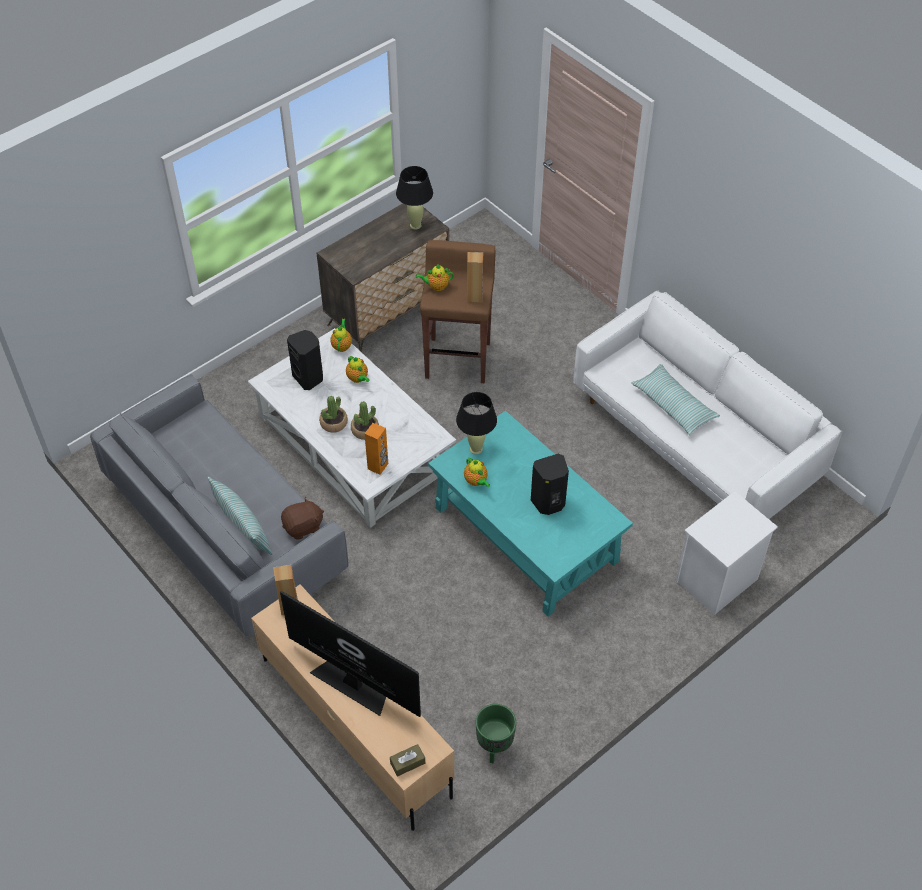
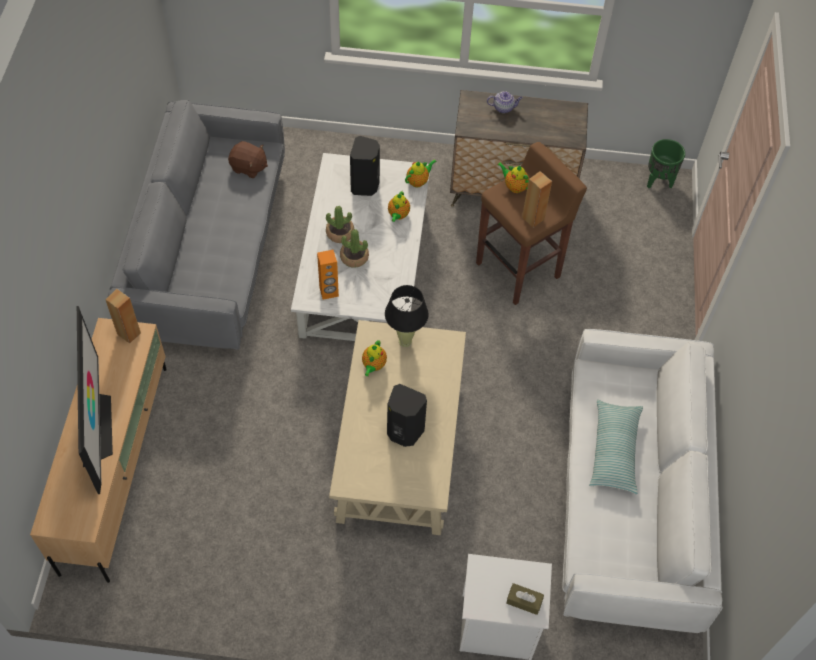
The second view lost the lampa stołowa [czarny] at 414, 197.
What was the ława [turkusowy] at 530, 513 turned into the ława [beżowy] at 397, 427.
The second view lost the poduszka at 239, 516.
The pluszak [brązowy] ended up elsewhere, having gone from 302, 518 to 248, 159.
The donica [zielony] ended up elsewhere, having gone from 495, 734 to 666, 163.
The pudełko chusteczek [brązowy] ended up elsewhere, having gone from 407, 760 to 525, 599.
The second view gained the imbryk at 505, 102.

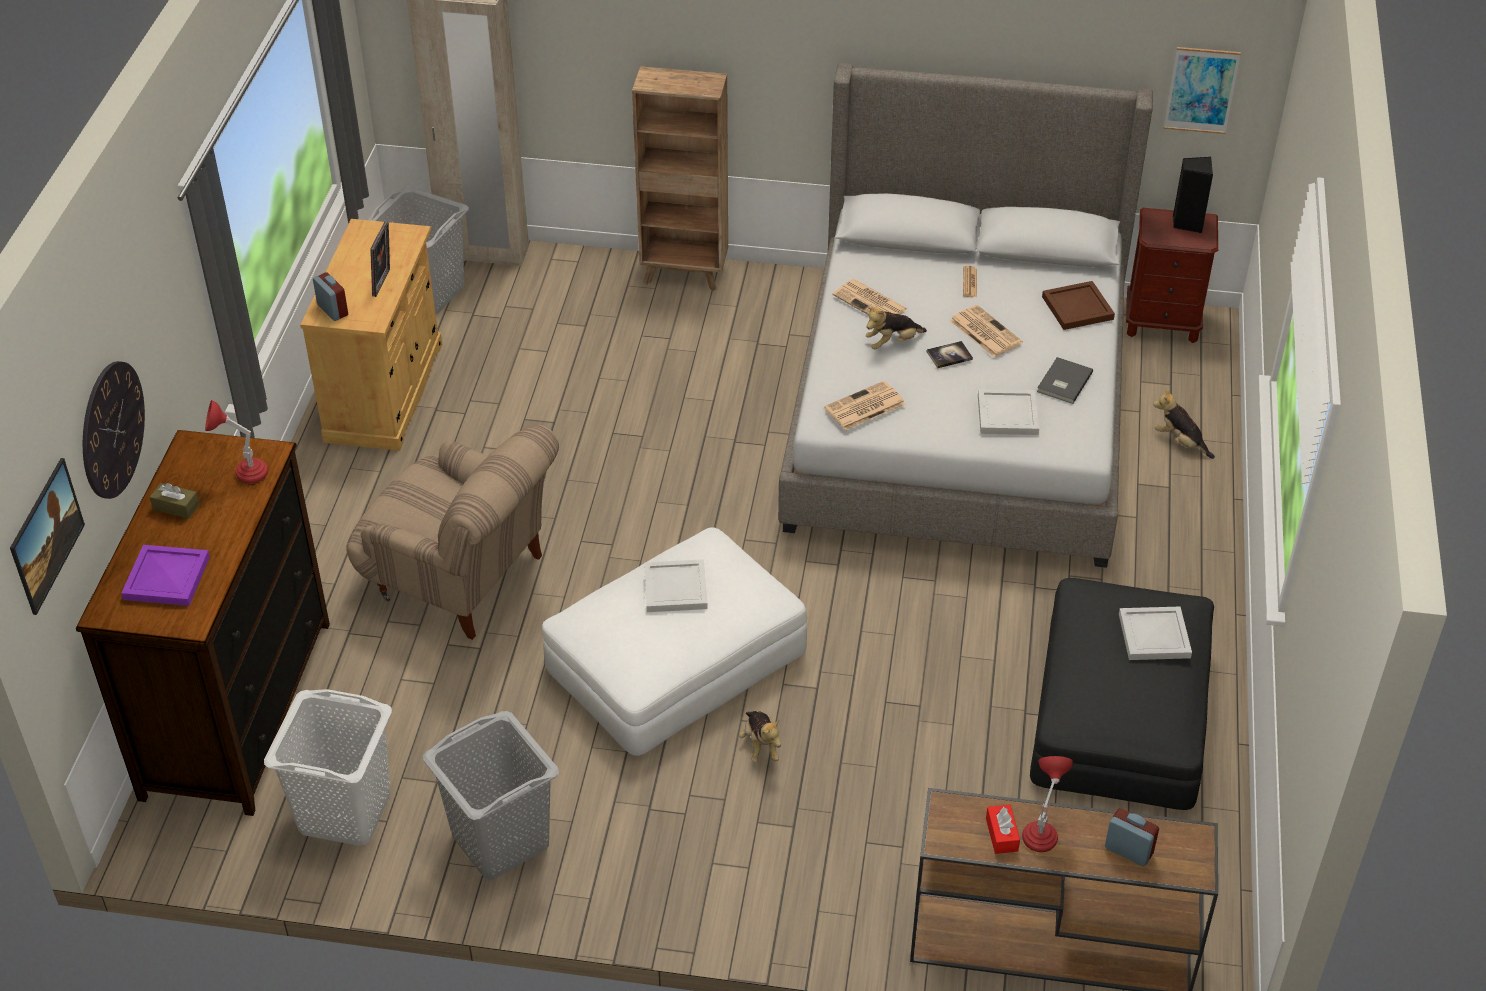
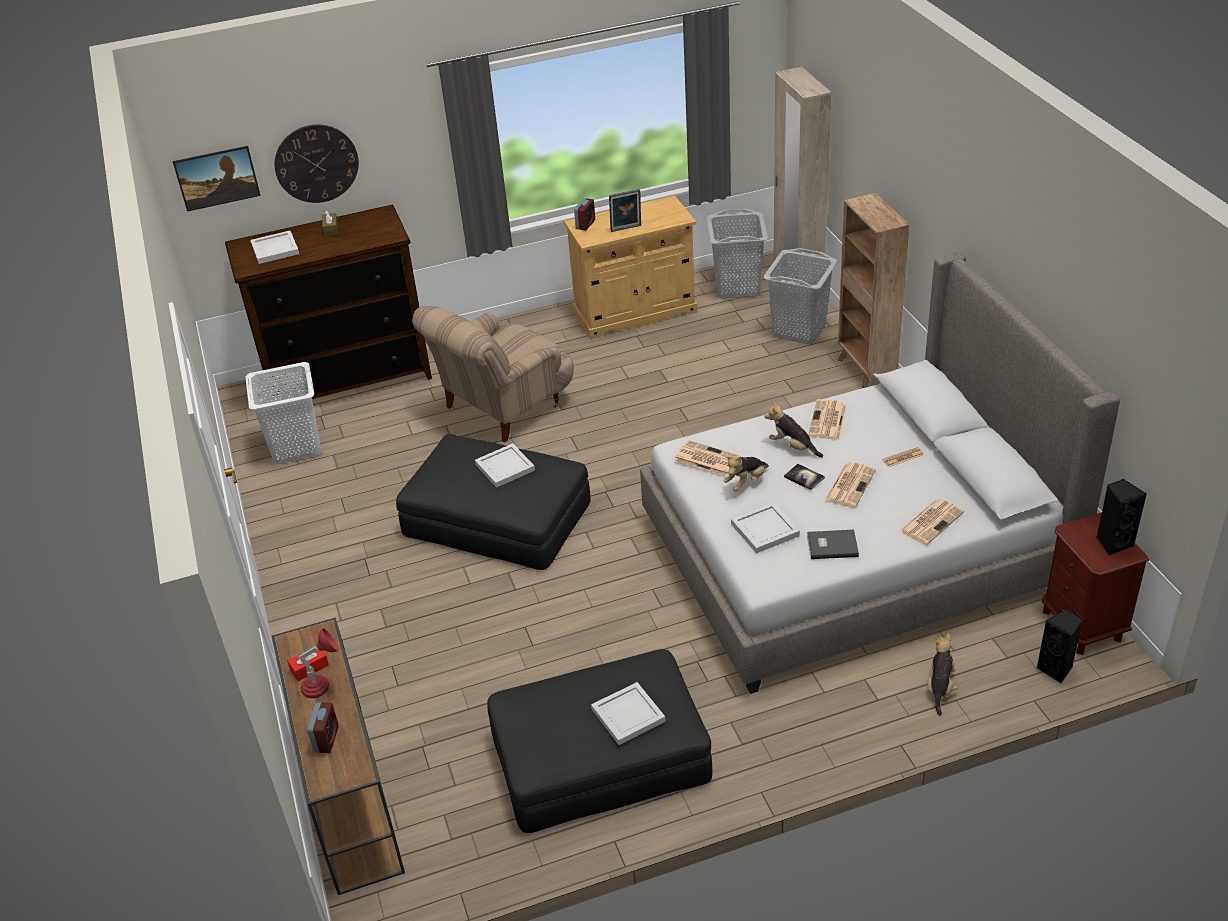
The second view lost the obraz at 1202, 90.
Where the taca [brązowy] stood at 1078, 305, the gazeta came to stand at 932, 522.
The second view lost the lampa stołowa [czerwony] at 236, 442.
The fotel [beżowy] at 452, 532 ended up facing another way, 45 degrees clockwise from before.
What was the pufa [biały] at 674, 641 turned into the pufa [czarny] at 493, 502.
What was the taca [fioletowy] at 165, 575 turned into the taca [biały] at 274, 247.
The kosz na pranie [szary] ended up elsewhere, having gone from 491, 795 to 800, 296.
The pluszak ended up elsewhere, having gone from 760, 737 to 746, 473.
The second view gained the głośnik [czarny] at 1060, 646.

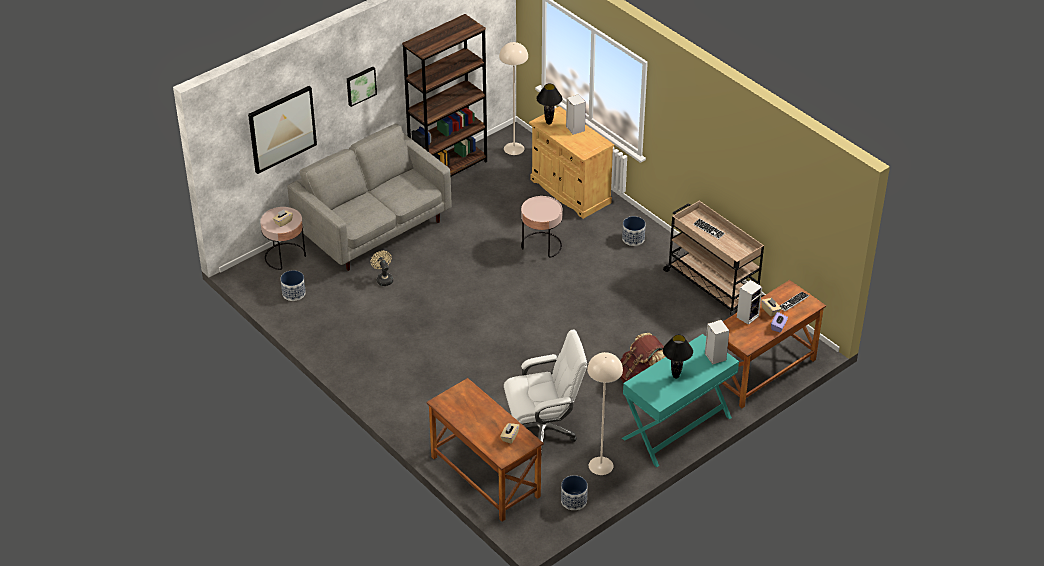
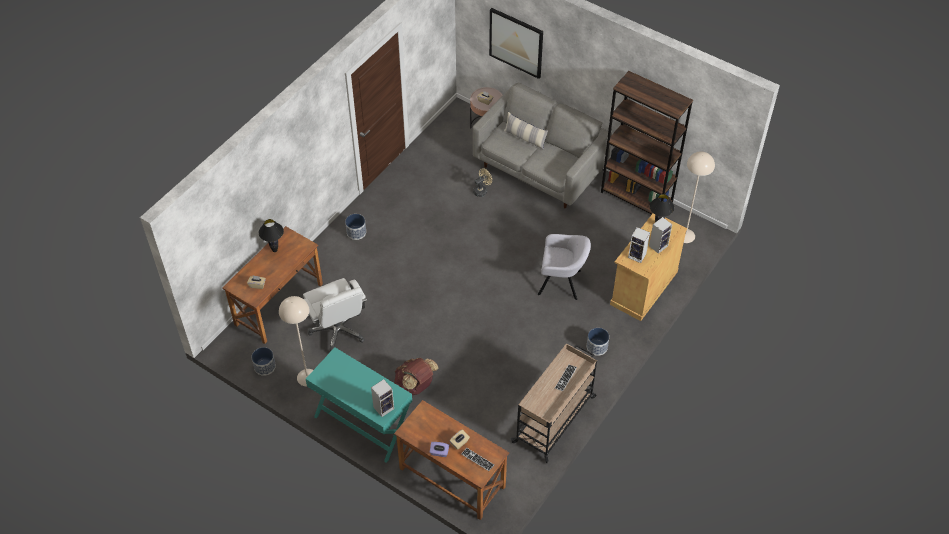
The second view lost the obraz at 362, 87.
Where the stolik [różowy] stood at 541, 227, the fotel [szary] came to stand at 564, 267.
The donica ended up elsewhere, having gone from 293, 285 to 355, 227.
The głośnik ended up elsewhere, having gone from 749, 302 to 639, 245.
The lampa stołowa [czarny] ended up elsewhere, having gone from 678, 356 to 271, 235.
The second view gained the poduszka at 526, 131.

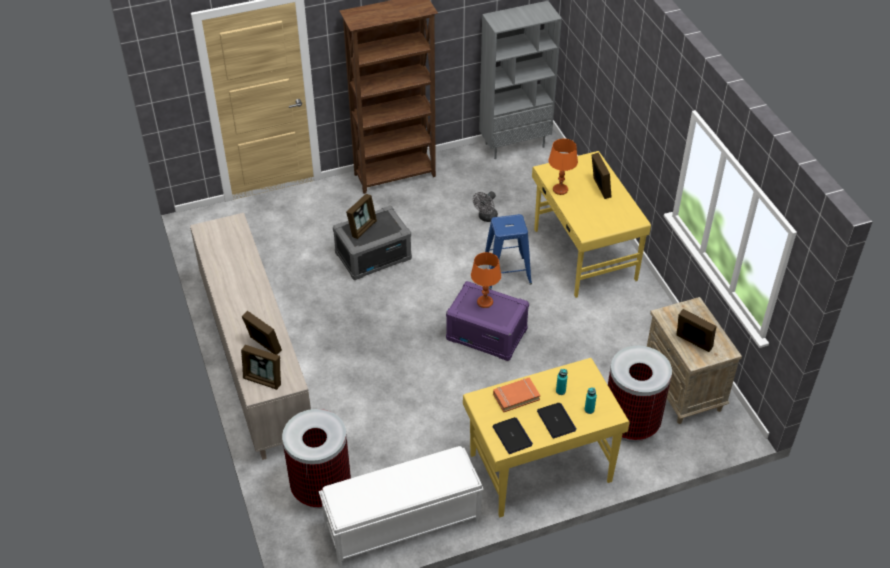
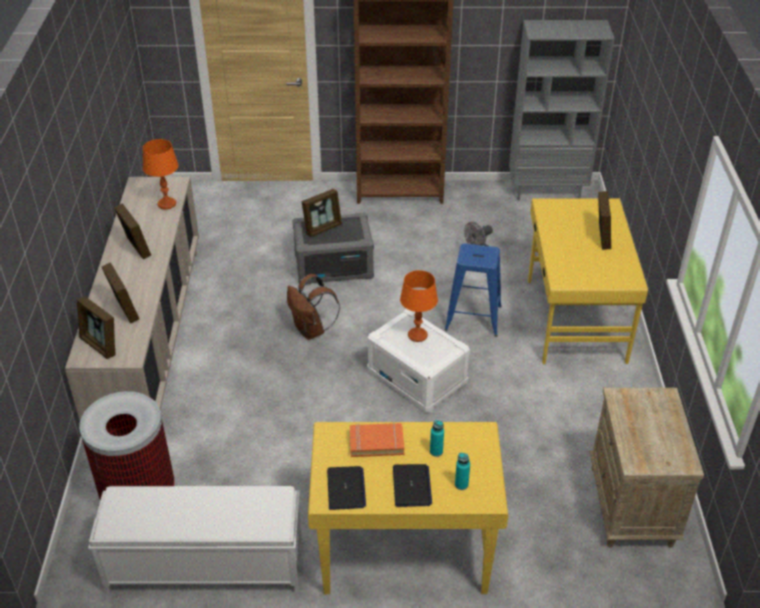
The lampa stołowa [pomarańczowy] ended up elsewhere, having gone from 563, 167 to 161, 174.
What was the pojemnik do przechowywania [fioletowy] at 487, 321 turned into the pojemnik do przechowywania [biały] at 418, 361.
The ramka na zdjęcie ended up elsewhere, having gone from 696, 330 to 132, 231.
The second view lost the kosz na śmieci at 640, 394.
The second view gained the plecak [brązowy] at 313, 307.

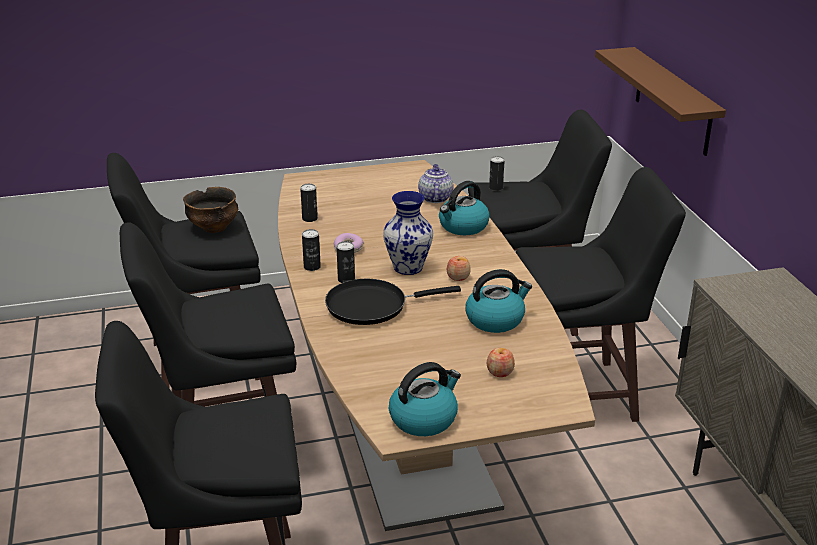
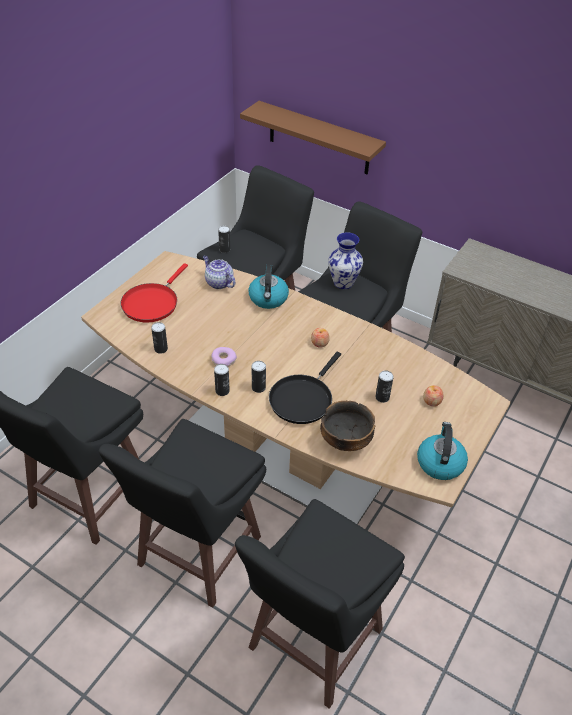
The miska ended up elsewhere, having gone from 210, 210 to 348, 426.
The wazon ended up elsewhere, having gone from 408, 233 to 345, 260.
The second view lost the czajnik at 498, 301.
The second view gained the patelnia [czerwony] at 154, 293.
The second view gained the puszka at 384, 386.

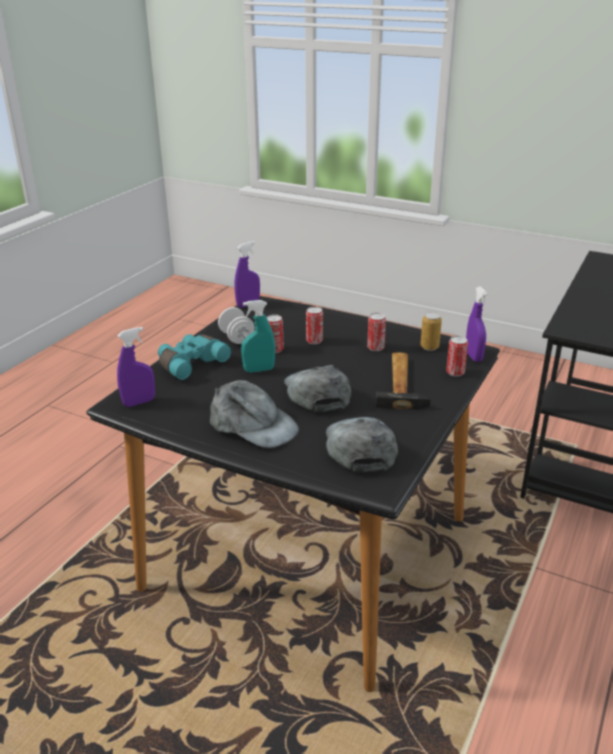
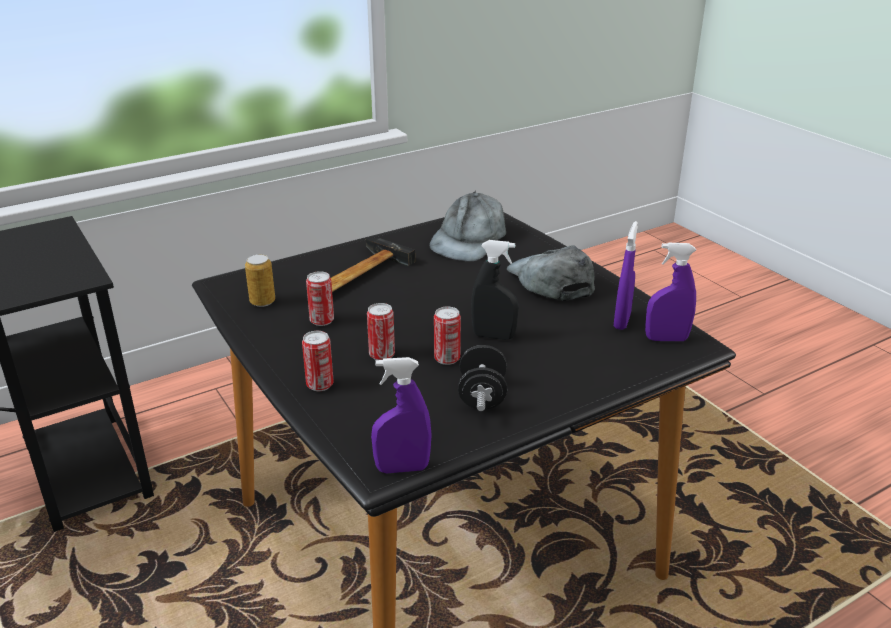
The spryskiwacz [fioletowy] ended up elsewhere, having gone from 477, 324 to 626, 275.
What was the spryskiwacz [turkusowy] at 258, 336 turned into the spryskiwacz [czarny] at 494, 290.
What was the hantel [biały] at 236, 325 turned into the hantel [czarny] at 482, 378.
The second view lost the lornetka [turkusowy] at 194, 357.
The puszka ended up elsewhere, having gone from 457, 356 to 318, 361.
The second view lost the czapka z daszkiem [szary] at 317, 388.

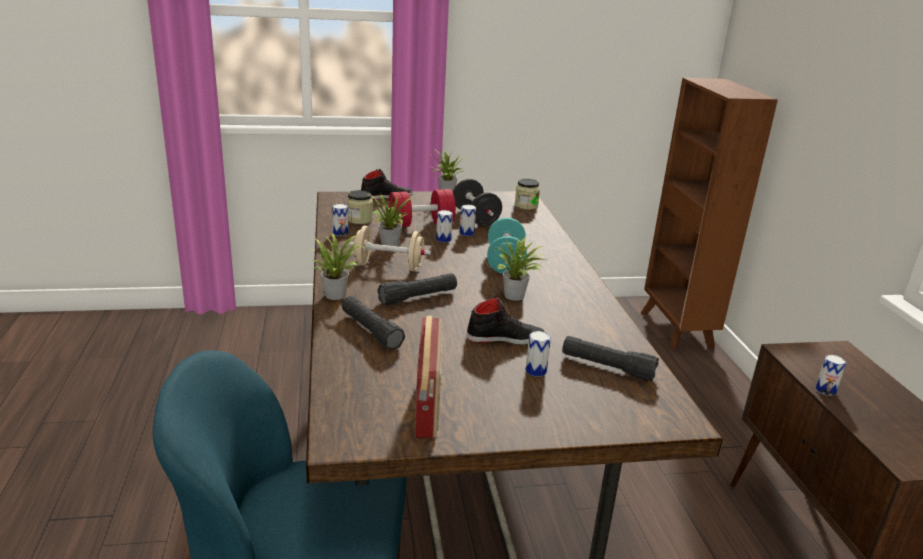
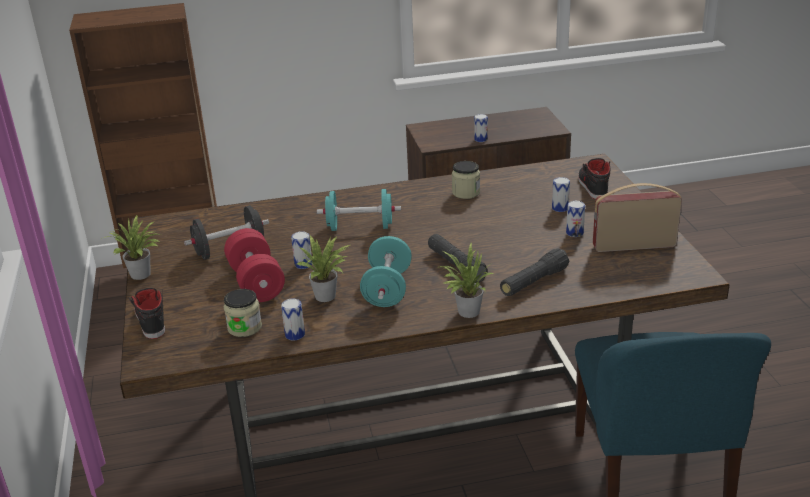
The słoik ended up elsewhere, having gone from 527, 194 to 466, 180.
The puszka ended up elsewhere, having gone from 468, 220 to 575, 219.
What was the hantel [beżowy] at 389, 248 turned into the hantel [turkusowy] at 386, 271.
The second view lost the roślina doniczkowa at 519, 269.
The but [czarny] ended up elsewhere, having gone from 506, 320 to 594, 178.
The second view lost the latarka [czarny] at 610, 358.

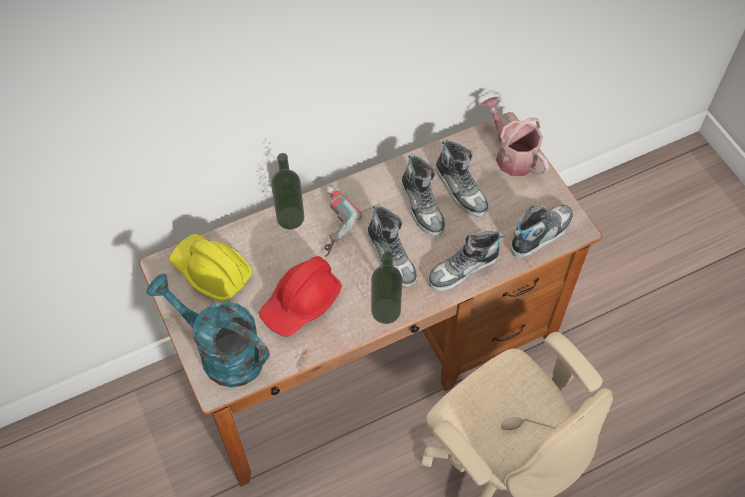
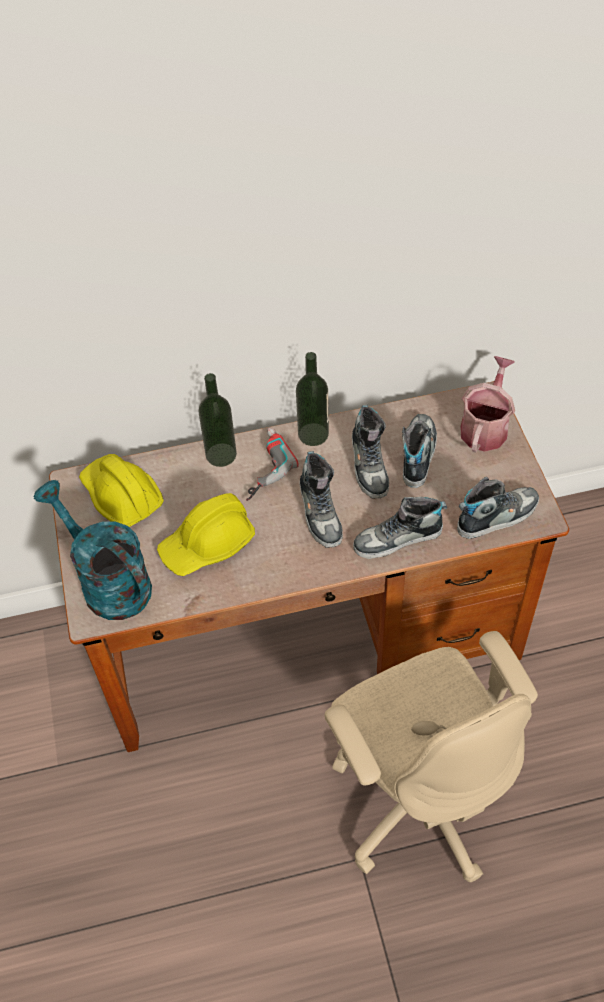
The konewka at 515, 136 ended up facing another way, 45 degrees clockwise from before.
The but at 462, 178 ended up facing another way, 150 degrees counterclockwise from before.
The butelka ended up elsewhere, having gone from 387, 287 to 312, 399.
What was the kask [czerwony] at 300, 296 turned into the kask [żółty] at 206, 534.

